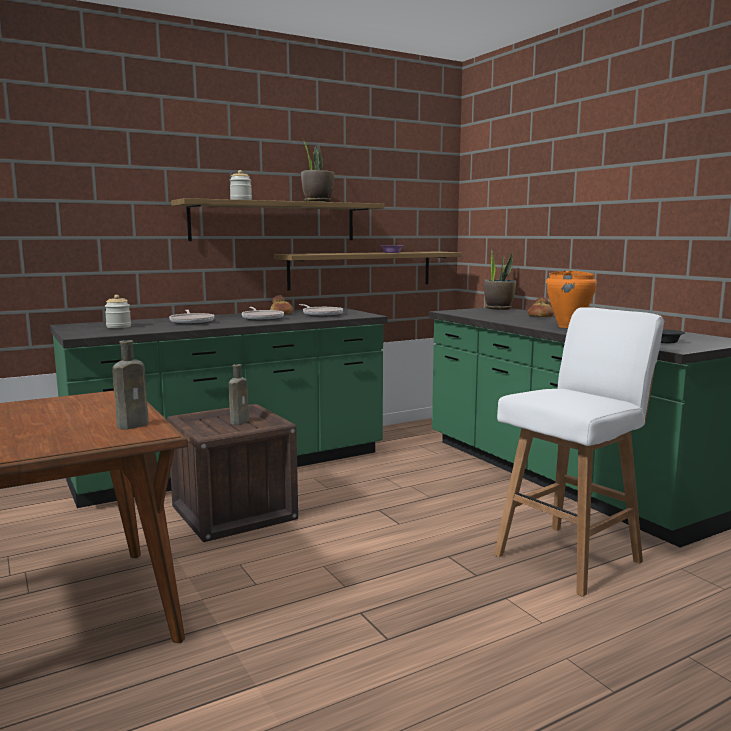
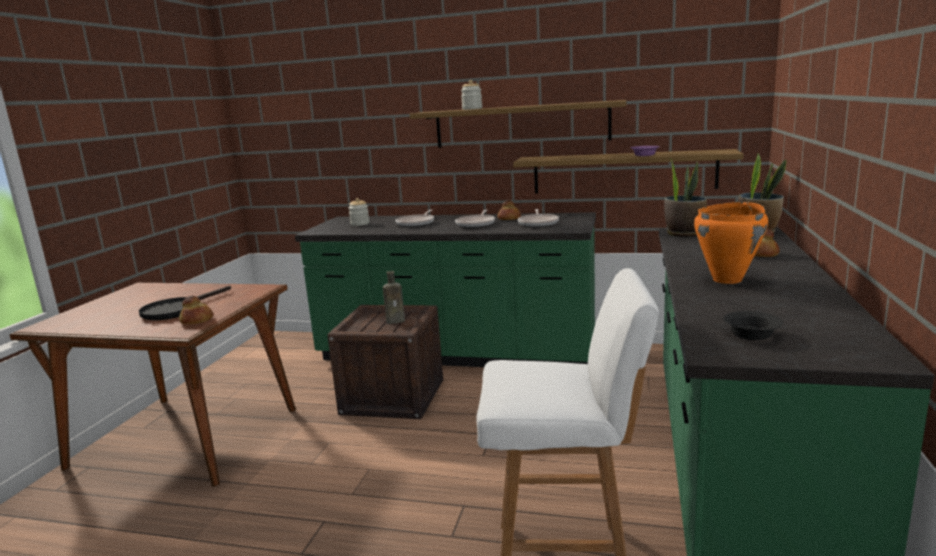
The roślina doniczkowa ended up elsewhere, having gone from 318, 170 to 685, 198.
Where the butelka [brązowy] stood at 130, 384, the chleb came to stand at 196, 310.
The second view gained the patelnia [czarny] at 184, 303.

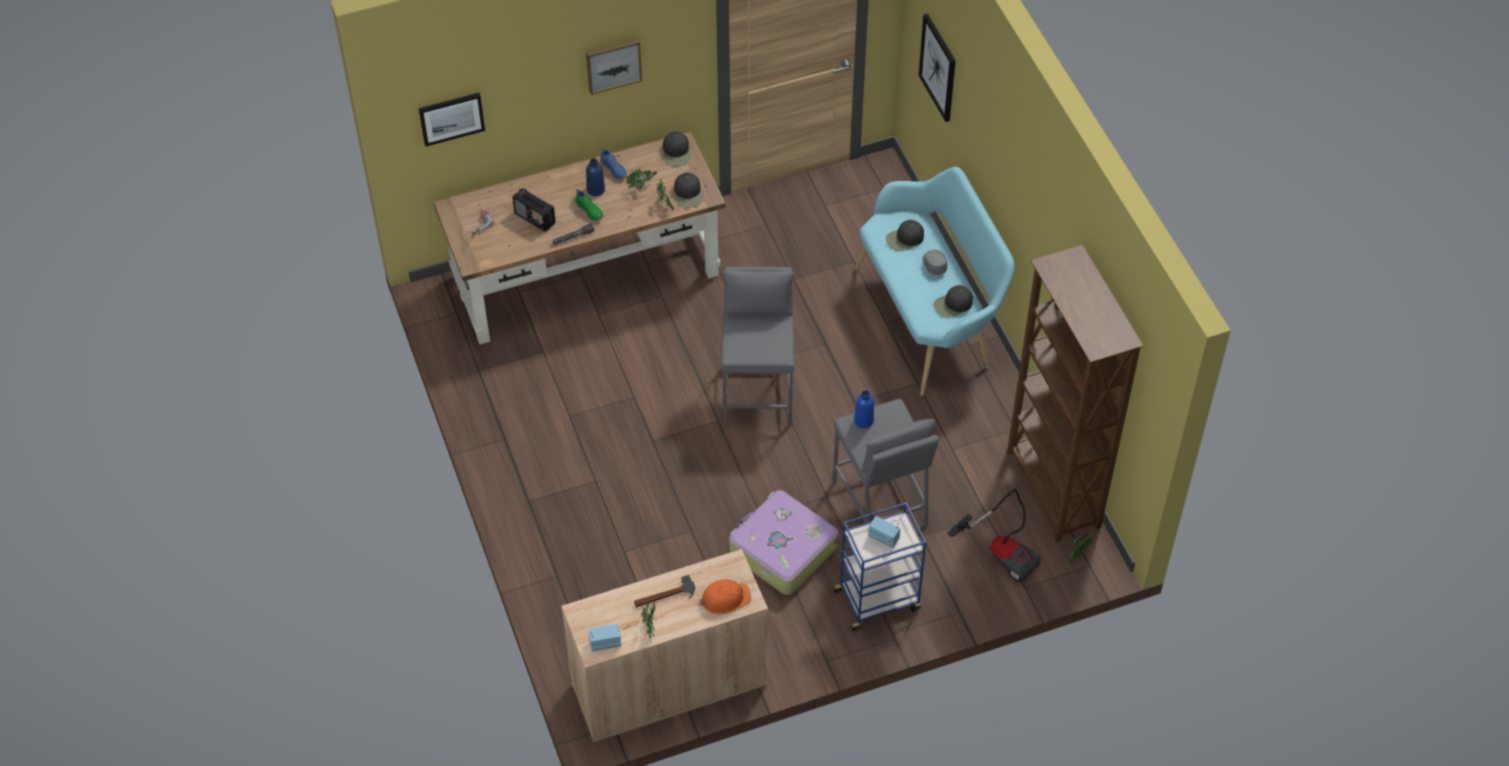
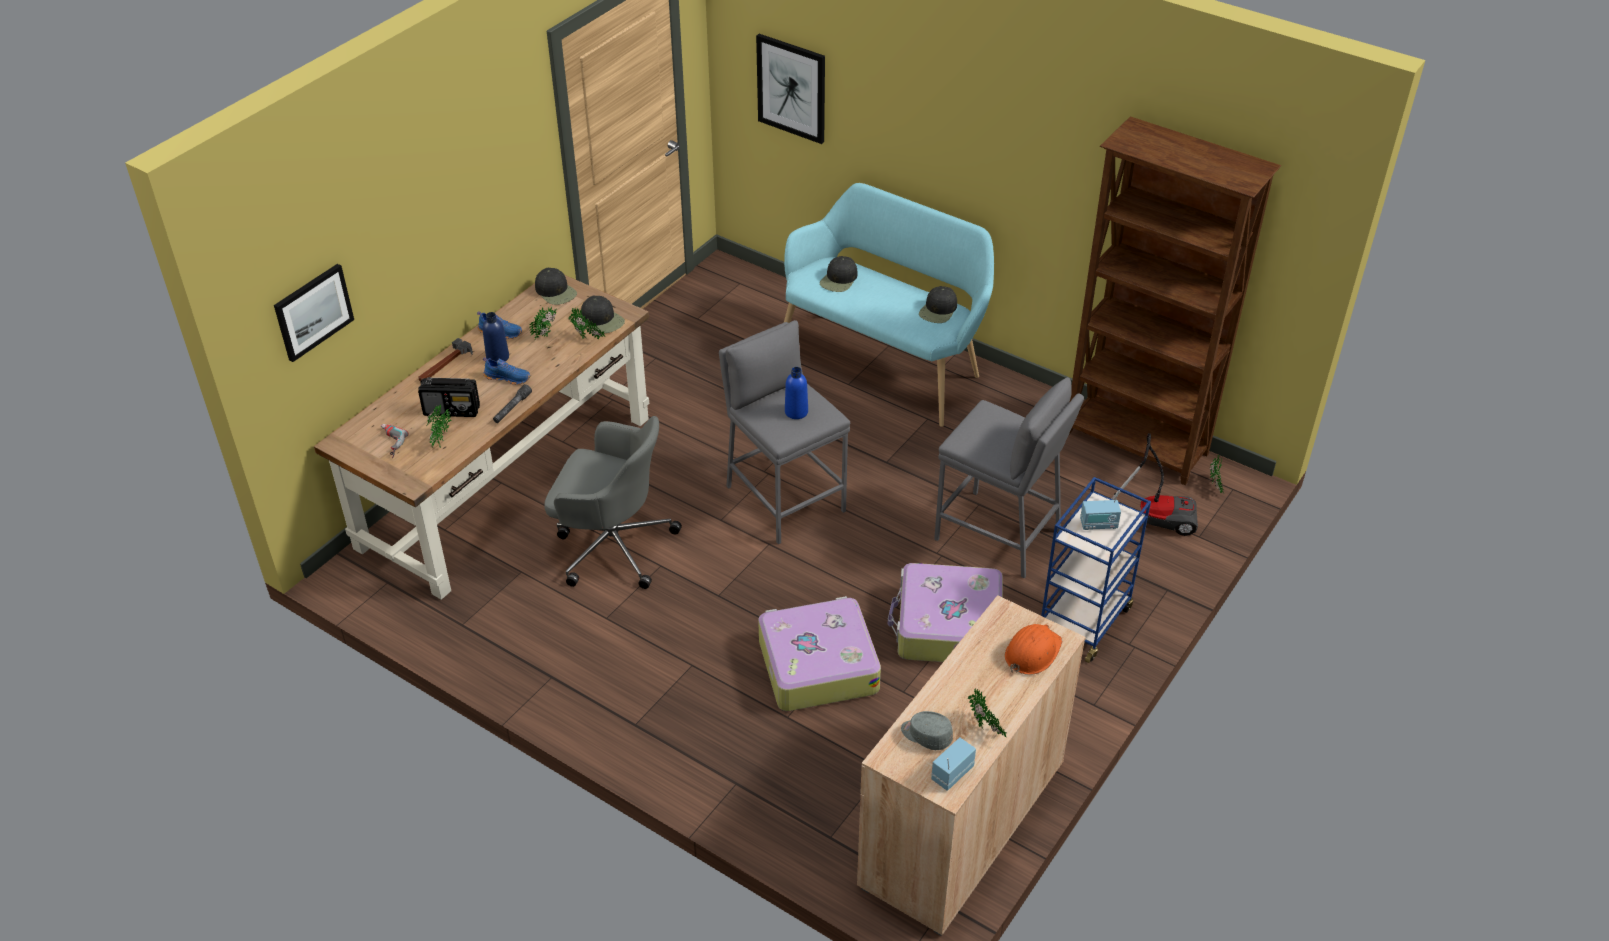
The second view lost the obraz at 614, 66.
What was the but [zielony] at 589, 205 turned into the but [niebieski] at 507, 371.
The czapka z daszkiem [szary] ended up elsewhere, having gone from 935, 262 to 927, 730.
The butelka [niebieski] ended up elsewhere, having gone from 864, 409 to 796, 393.
The młotek ended up elsewhere, having gone from 664, 591 to 446, 359.
The second view gained the roślina doniczkowa at 439, 426.
The second view gained the krzesło biurowe [szary] at 613, 502.
The second view gained the walizka at 819, 653.

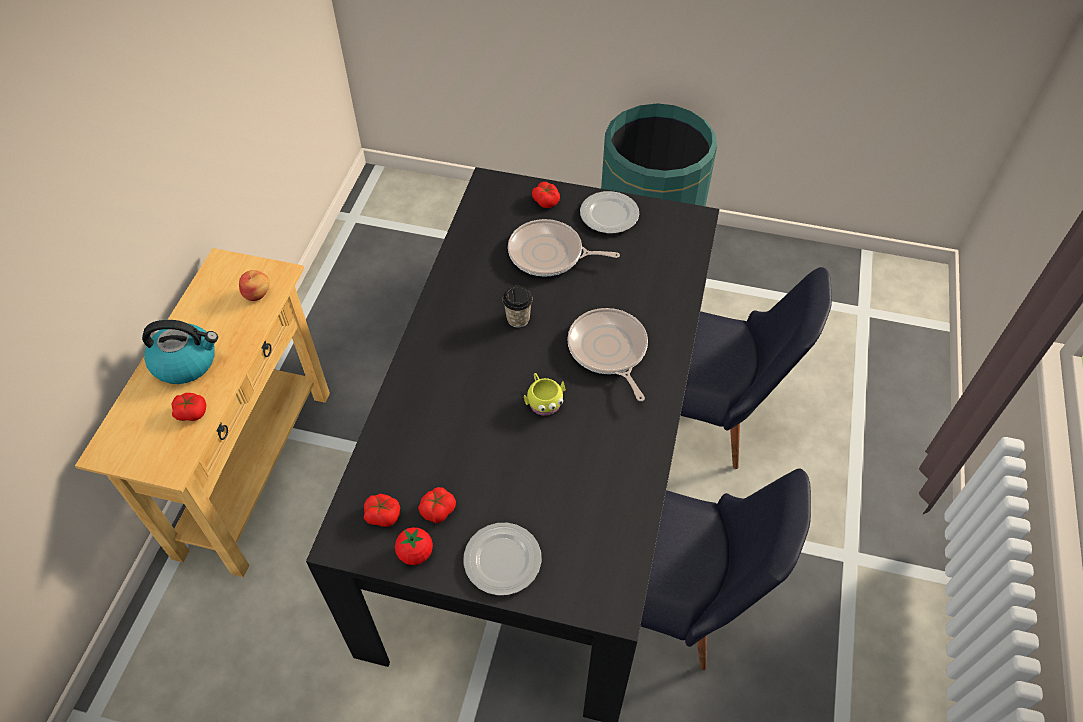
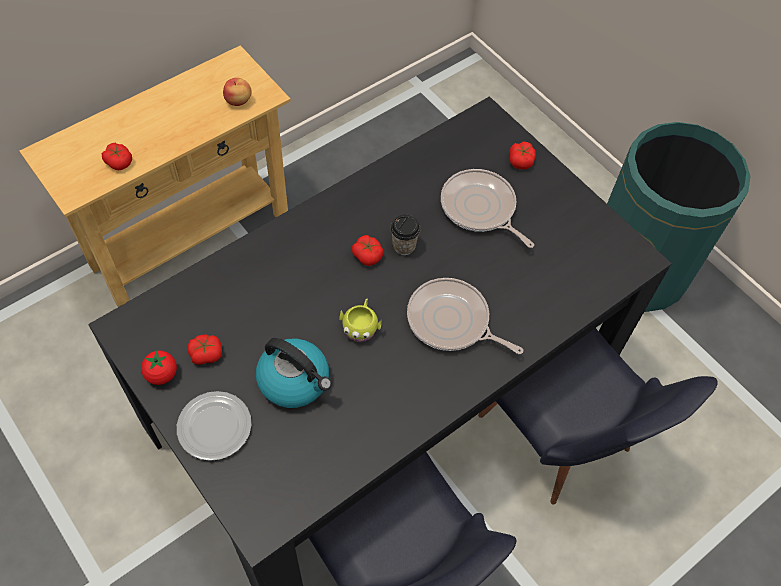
The second view lost the talerz at 609, 212.
The patelnia at 607, 354 ended up facing another way, 75 degrees counterclockwise from before.
The czajnik ended up elsewhere, having gone from 180, 352 to 294, 373.
The pomidor ended up elsewhere, having gone from 382, 510 to 368, 250.

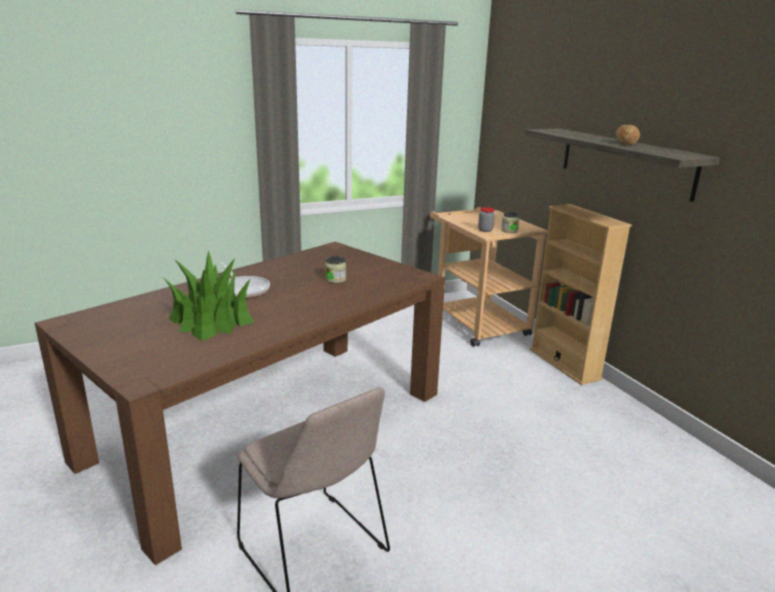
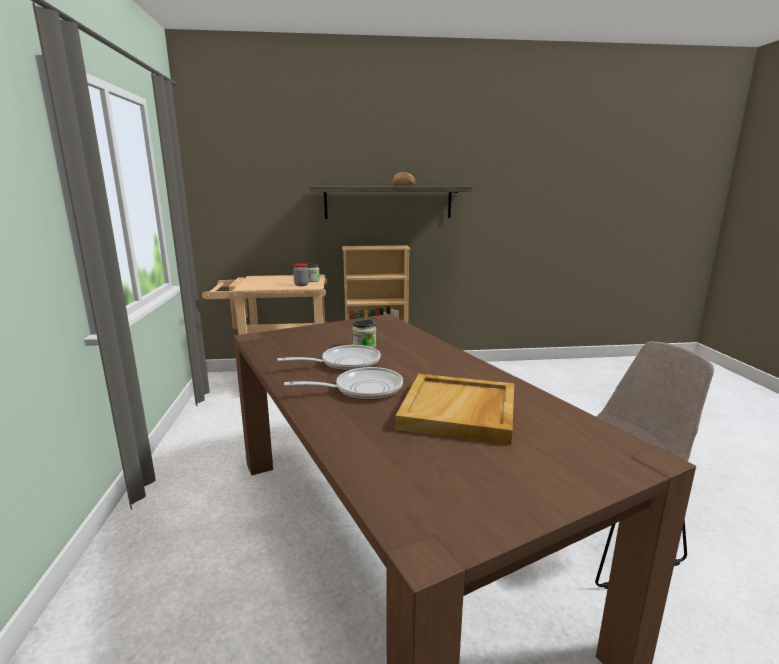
Where the roślina doniczkowa stood at 209, 296, the taca [beżowy] came to stand at 454, 409.
The second view gained the patelnia at 329, 358.

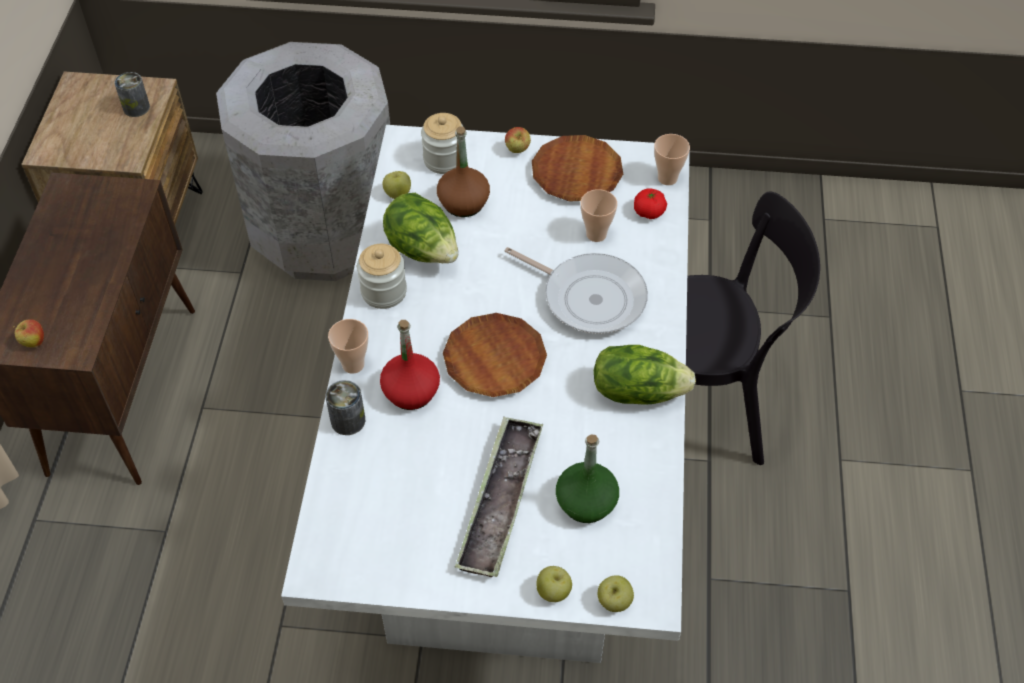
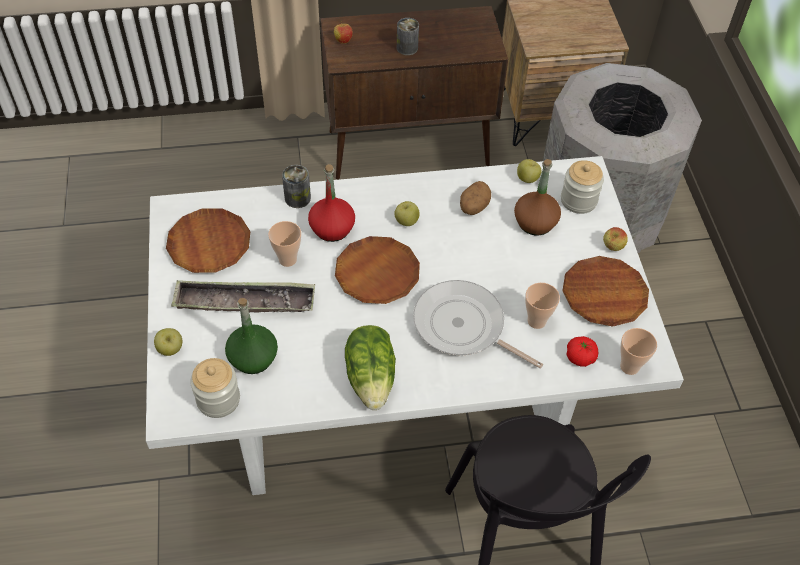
The puszka ended up elsewhere, having gone from 132, 94 to 408, 36.
Where the sałata stood at 420, 228, the ziemniak came to stand at 475, 198.
The słoik ended up elsewhere, having gone from 382, 276 to 215, 388.
The patelnia at 576, 290 ended up facing another way, 105 degrees clockwise from before.
The filiżanka ended up elsewhere, having gone from 348, 346 to 284, 244.
The jabłko ended up elsewhere, having gone from 616, 593 to 407, 213.
The second view gained the talerz [brązowy] at 208, 240.

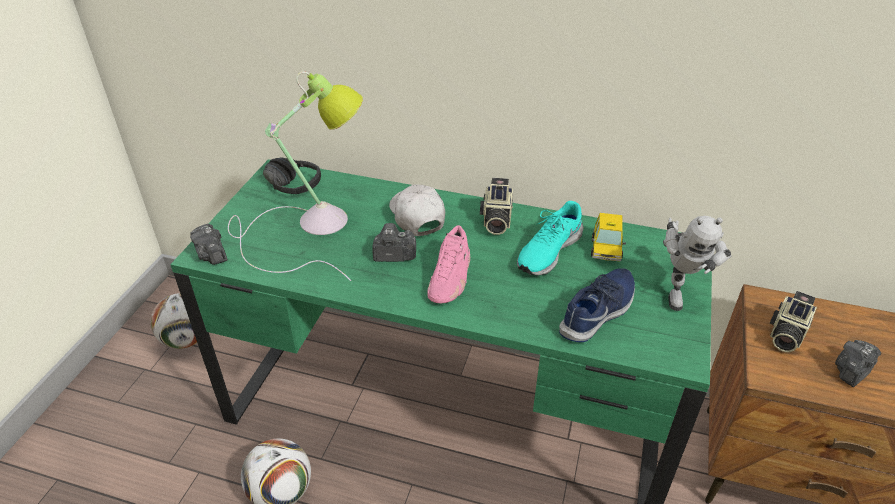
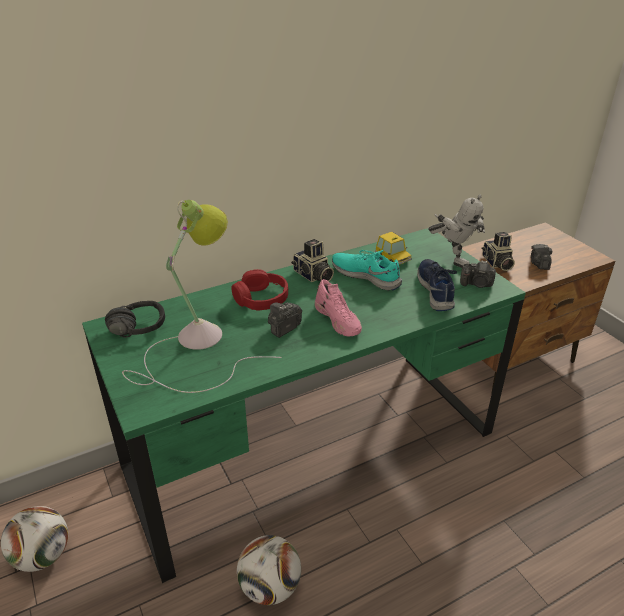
Where the czapka z daszkiem [biały] stood at 417, 210, the słuchawki [czerwony] came to stand at 260, 289.
The but [turkusowy] at 550, 238 ended up facing another way, 135 degrees clockwise from before.
The aparat fotograficzny ended up elsewhere, having gone from 208, 244 to 478, 274.

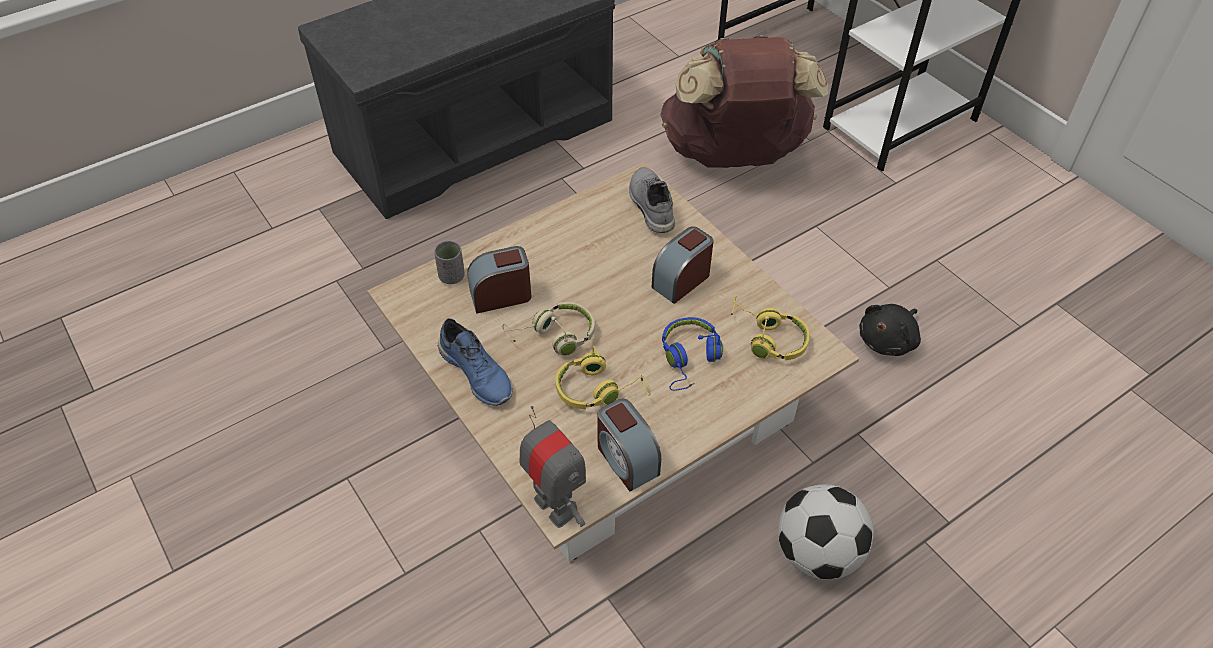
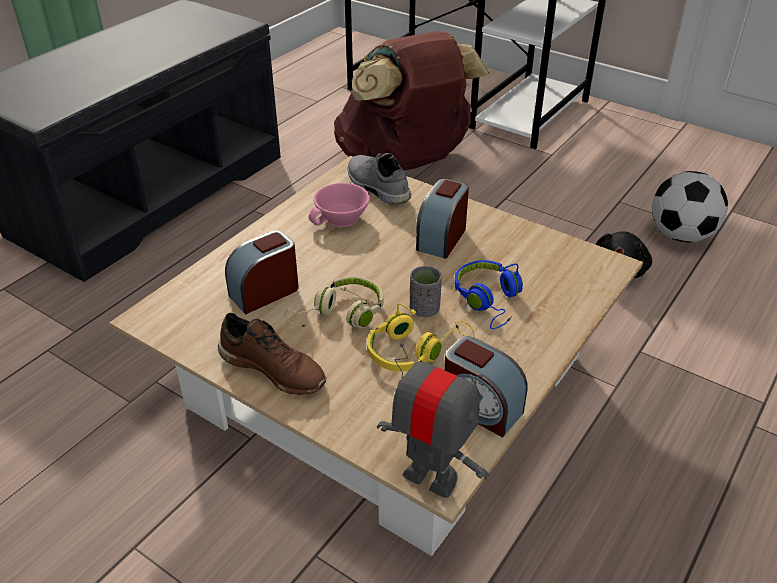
The filiżanka [szary] ended up elsewhere, having gone from 449, 262 to 426, 291.
The second view lost the słuchawki [żółty] at 770, 327.
What was the but [niebieski] at 475, 362 turned into the but [brązowy] at 272, 354.
The piłka futbolowa ended up elsewhere, having gone from 826, 532 to 690, 207.
The second view gained the filiżanka [różowy] at 339, 205.

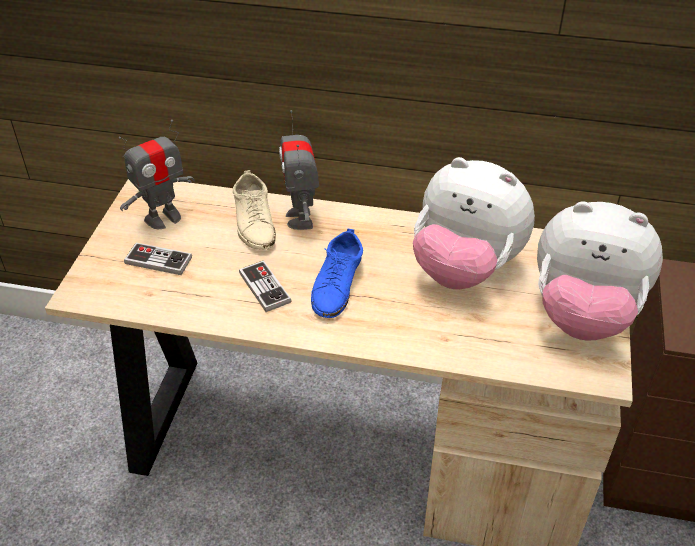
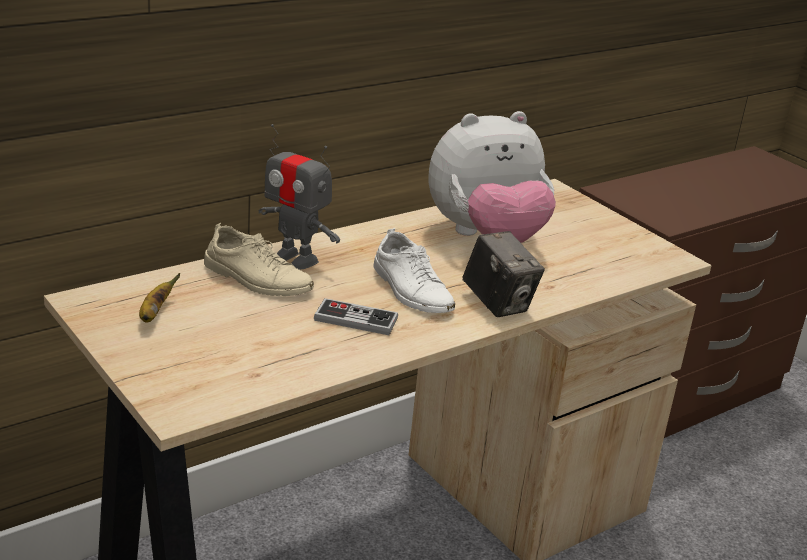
Where the robot zabawkowy stood at 157, 174, the banan came to stand at 159, 298.
The second view lost the pluszak at 600, 271.
What was the but [niebieski] at 337, 273 turned into the but [biały] at 414, 270.
The second view lost the pad do gier at 158, 259.
The second view gained the aparat fotograficzny at 503, 274.

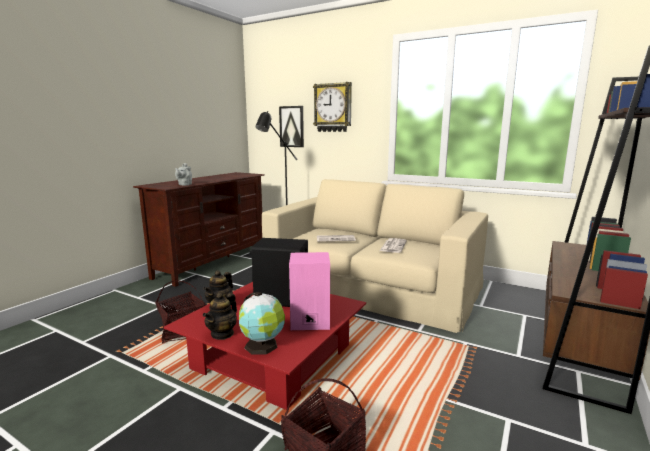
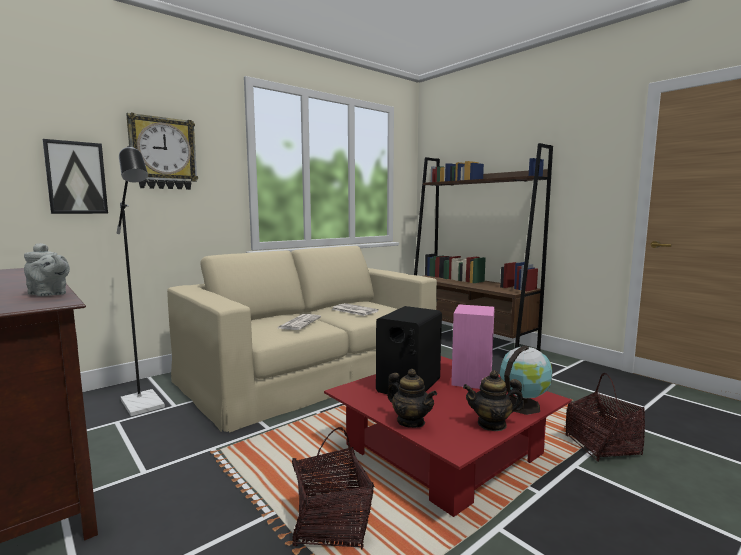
The imbryk at 220, 316 ended up facing another way, 135 degrees clockwise from before.

